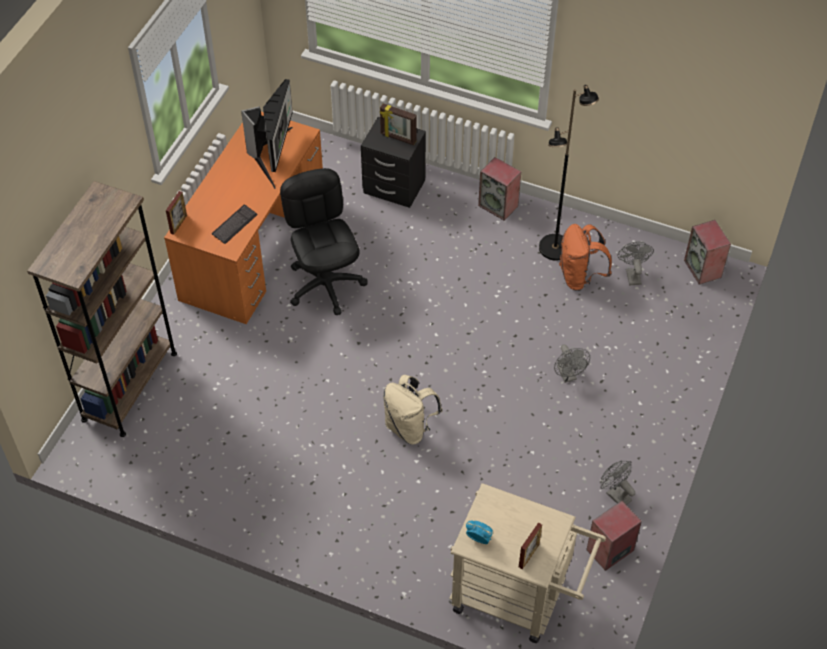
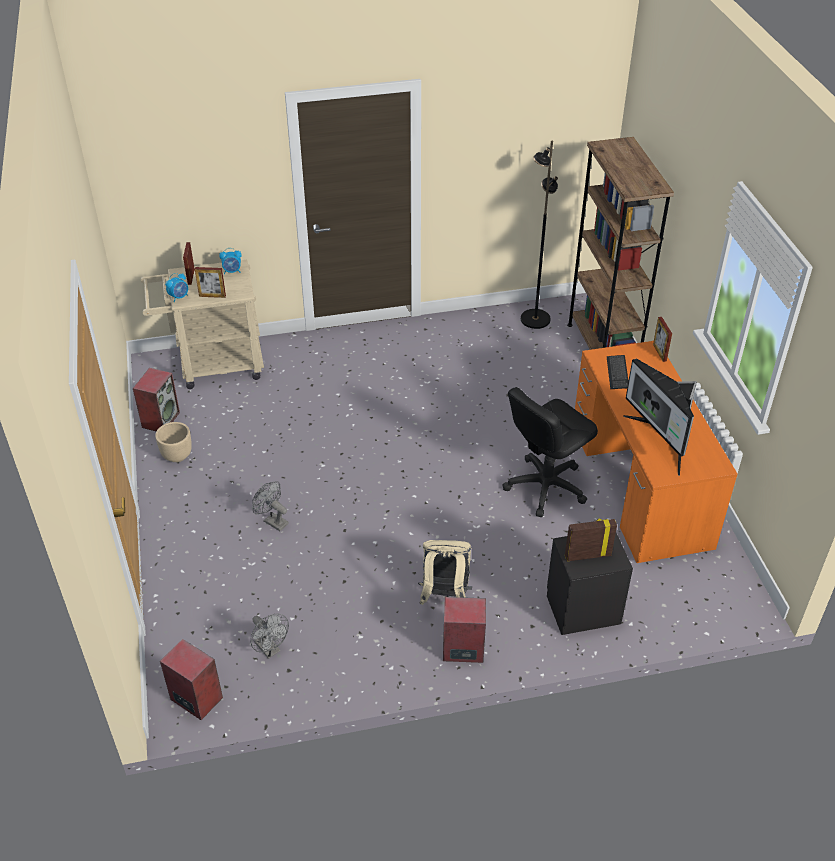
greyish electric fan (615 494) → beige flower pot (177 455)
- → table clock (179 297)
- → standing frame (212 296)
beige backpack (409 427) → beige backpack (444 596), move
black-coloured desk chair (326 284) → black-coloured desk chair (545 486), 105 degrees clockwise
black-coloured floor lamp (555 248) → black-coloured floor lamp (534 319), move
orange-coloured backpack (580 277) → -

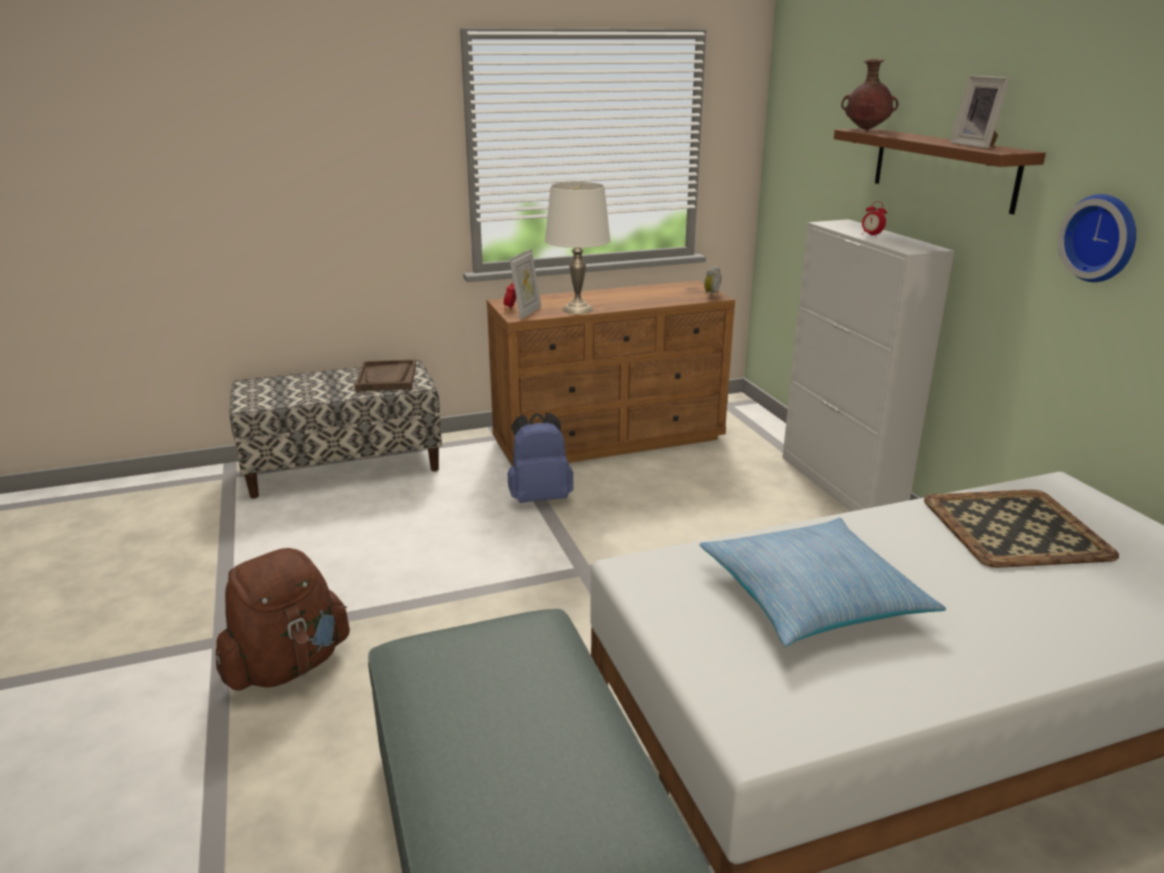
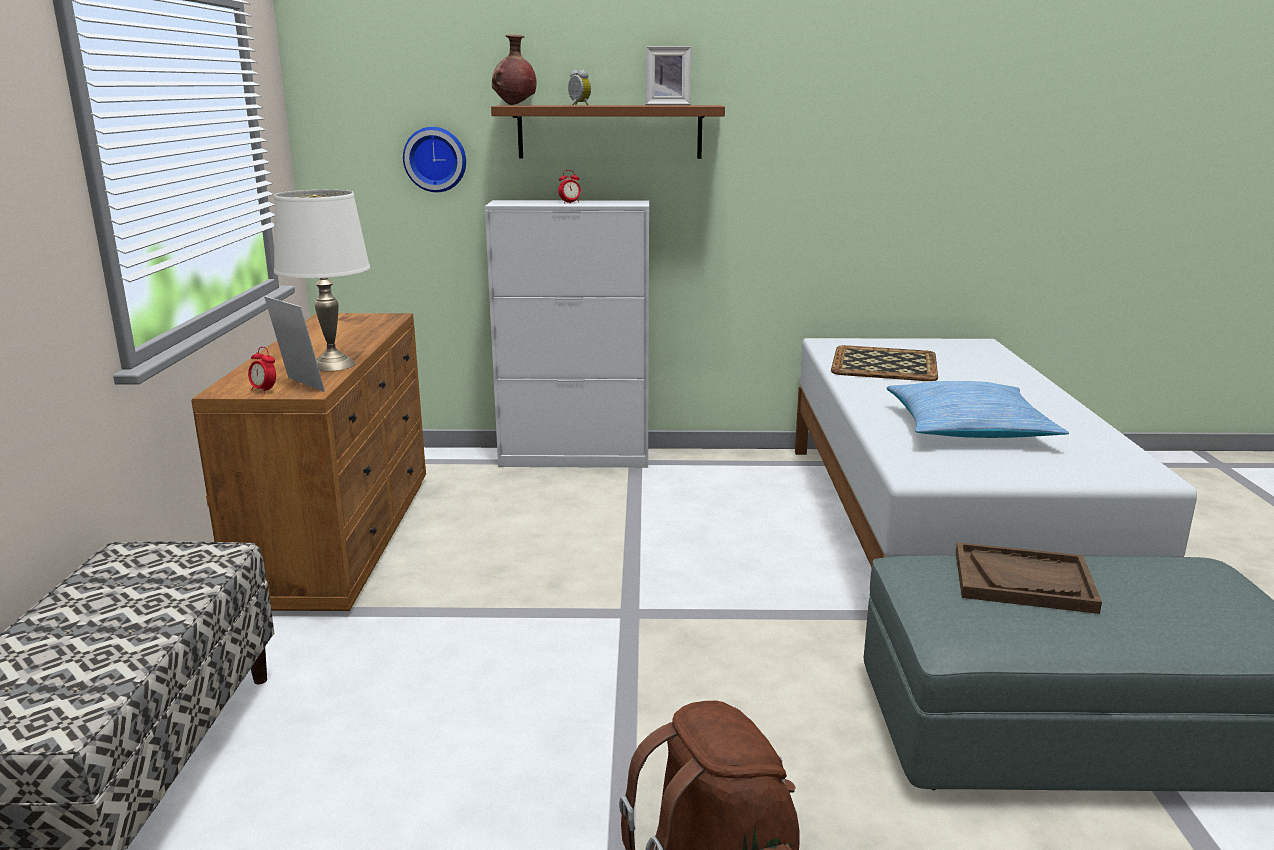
clock on the wall (1102 238) → clock on the wall (435 159), move
table clock (710 294) → table clock (578 105), move
brownish carrying tray (387 377) → brownish carrying tray (1023 581), move
bluish backpack (539 497) → -

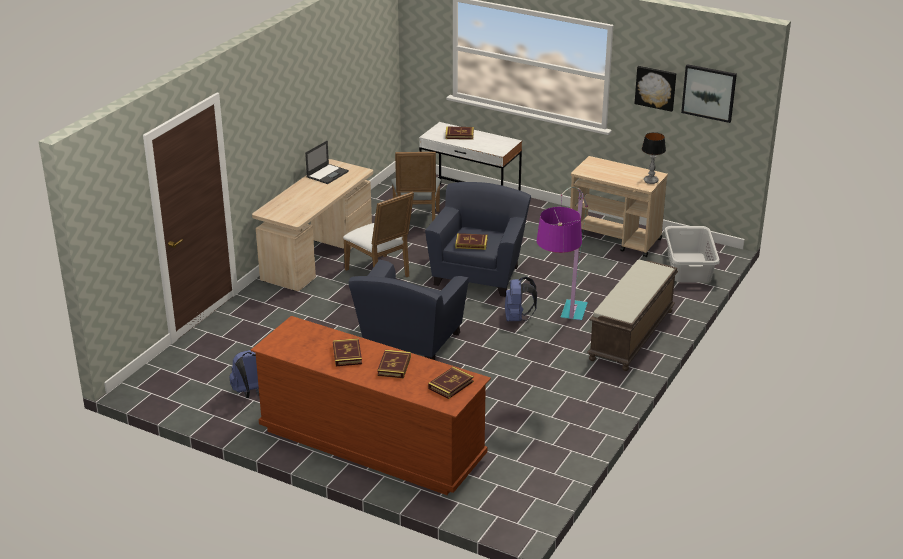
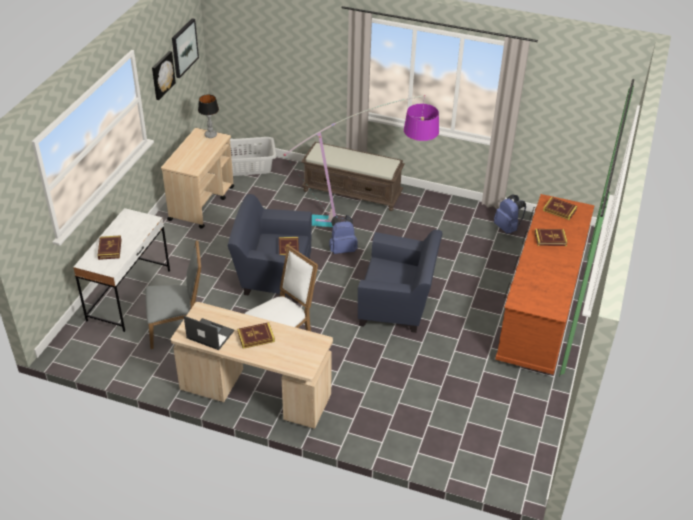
bound book (347 354) → bound book (256 337), move
bluish backpack (250 392) → bluish backpack (507 228), move

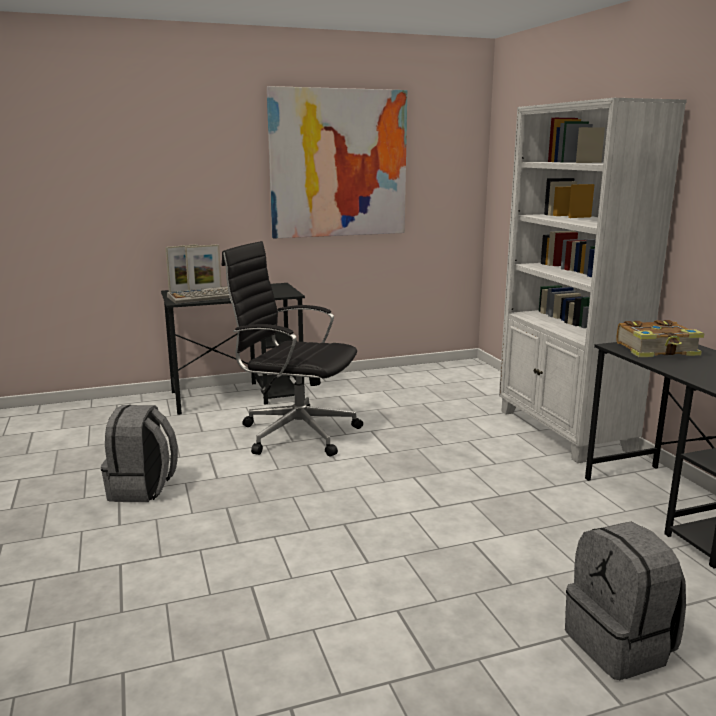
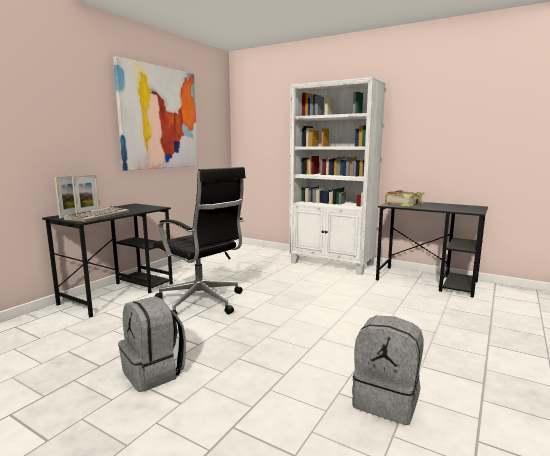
black-coloured desk chair (295 433) → black-coloured desk chair (202 302), 120 degrees counterclockwise
greyish backpack (620 645) → greyish backpack (386 401), move

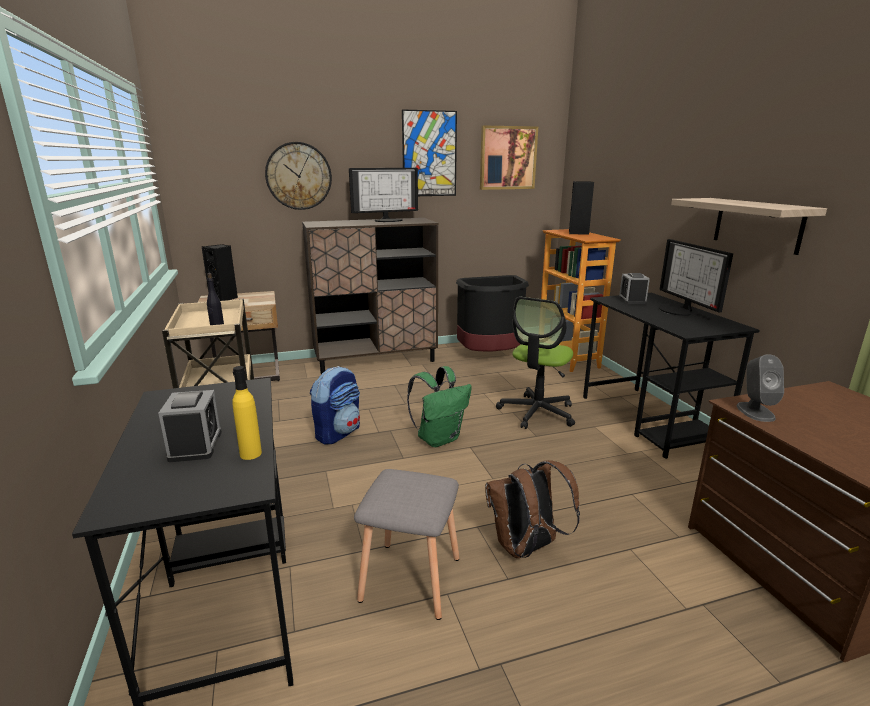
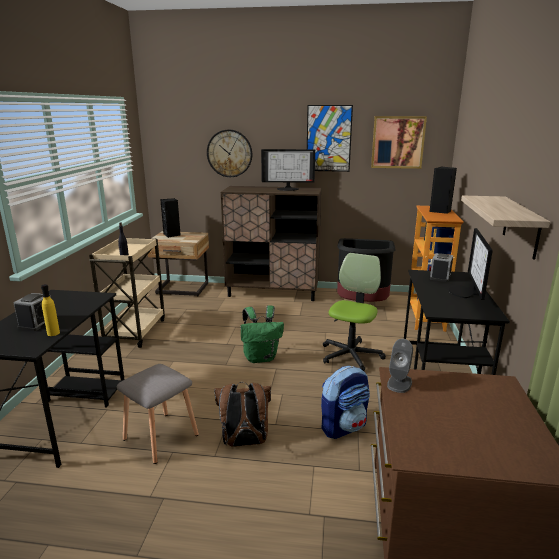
backpack (338 433) → backpack (344 426), move
desk chair (537 412) → desk chair (351 355), 150 degrees clockwise

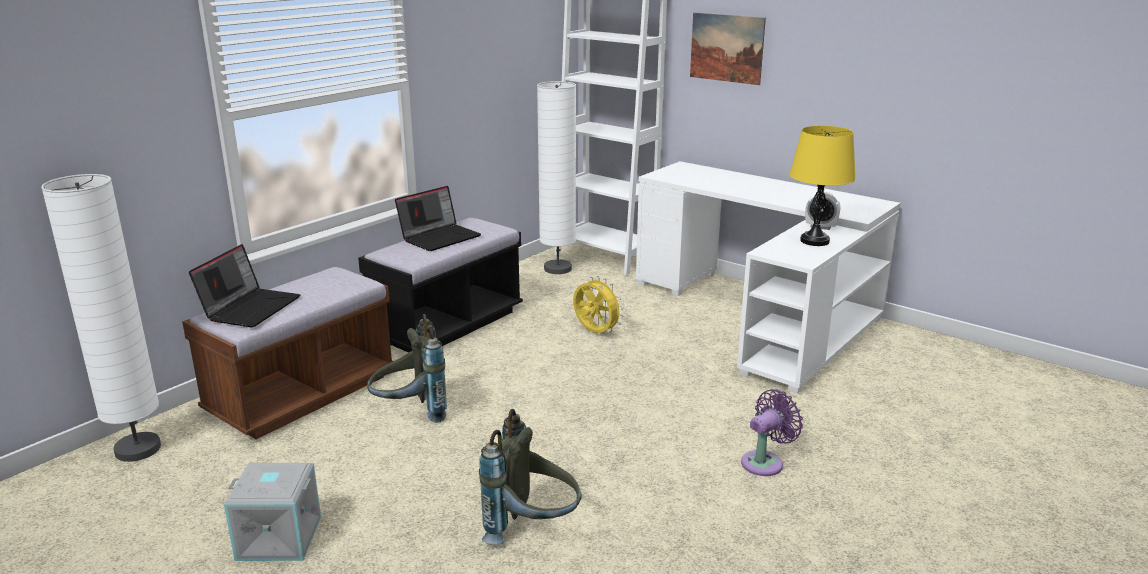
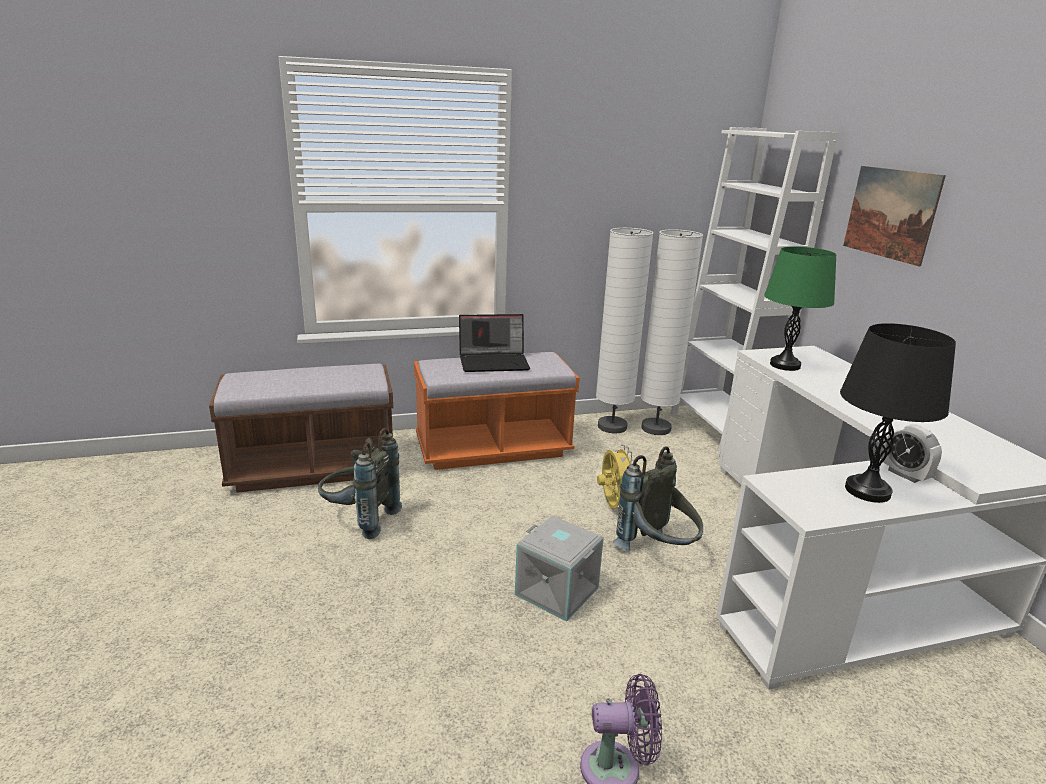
black-coloured indoor bench (447 325) → orange-coloured indoor bench (493 449)
greyish storage container (280 537) → greyish storage container (558 590), move
whitish floor lamp (138 449) → whitish floor lamp (612 427), move
greyish backpack (533 530) → greyish backpack (658 552), move
- → green-coloured lamp for a table (785 365)
yellow lamp for a table (814 241) → black-coloured lamp for a table (867 491)
laptop (250 307) → -

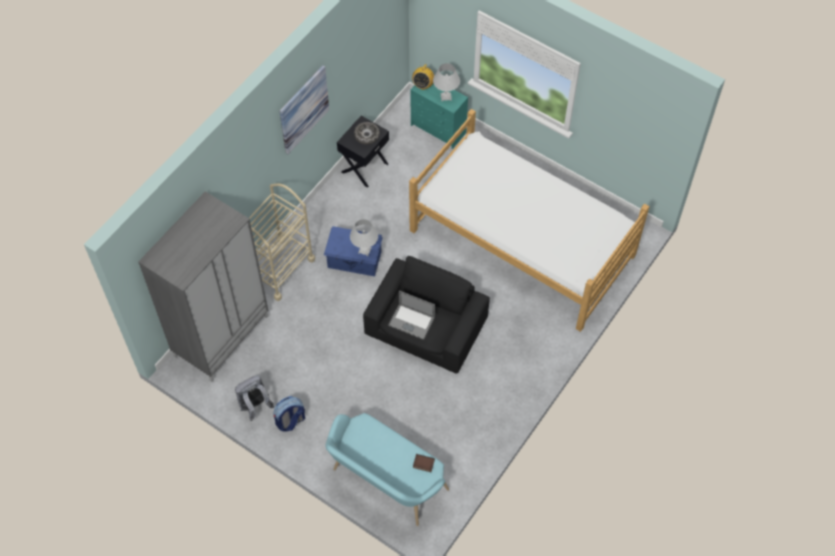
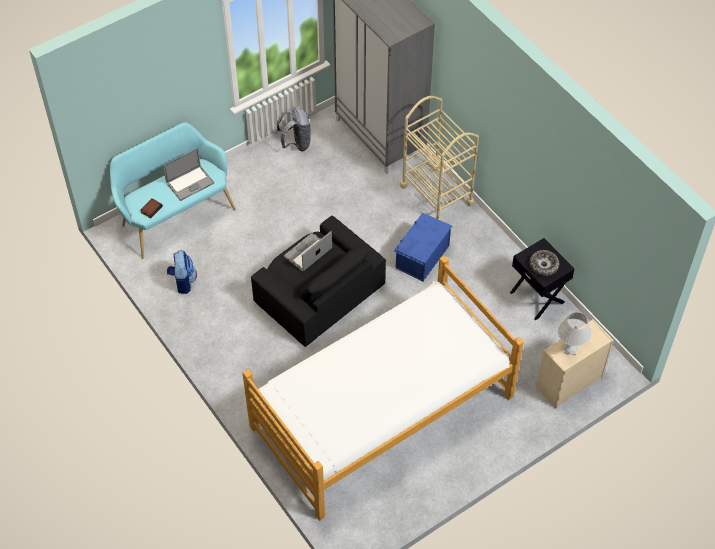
- → laptop (190 183)
backpack (290 421) → backpack (183 281), move
turquoise dresser (439 129) → beige dresser (568 383)
wall art (303 109) → -
whitish lamp for a table (365 250) → -
radio receiver (423 85) → -

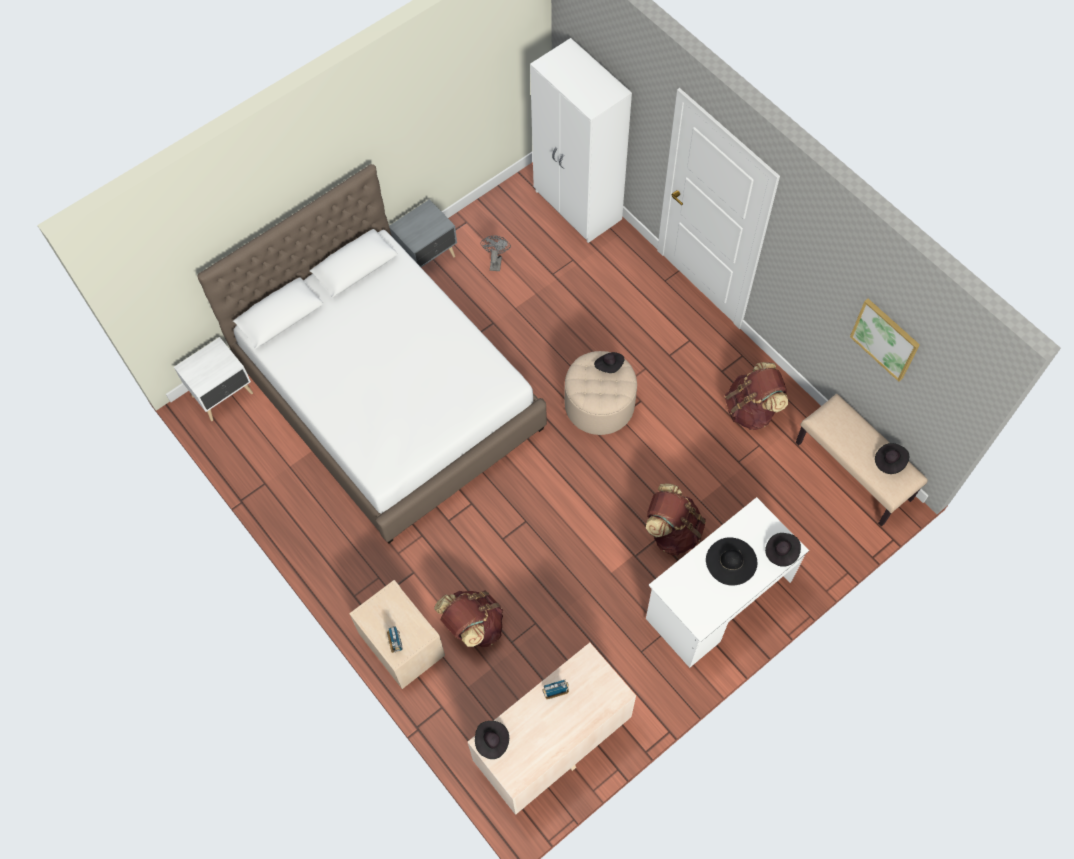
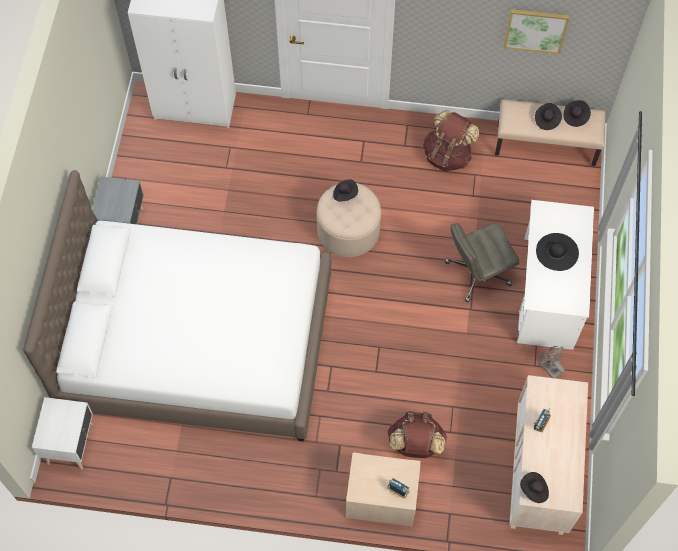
brownish backpack (672 531) → greyish desk chair (477 273)
black-coloured wearable hat (781 552) → black-coloured wearable hat (546 120), move
greyish electric fan (495 261) → greyish electric fan (549 368), move

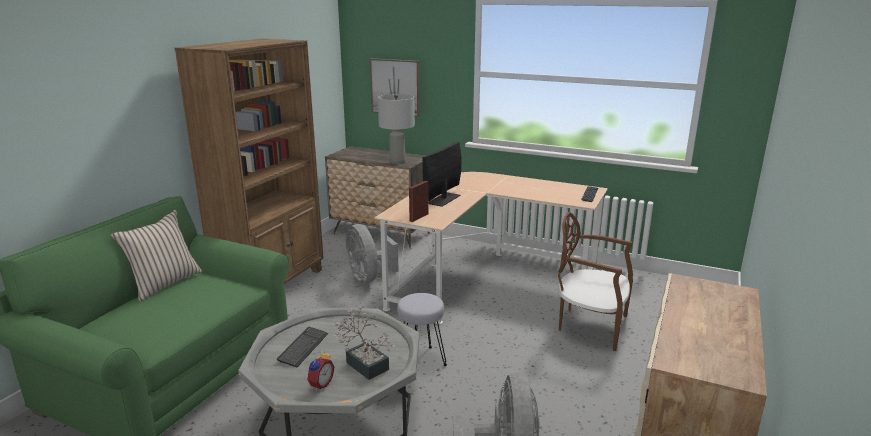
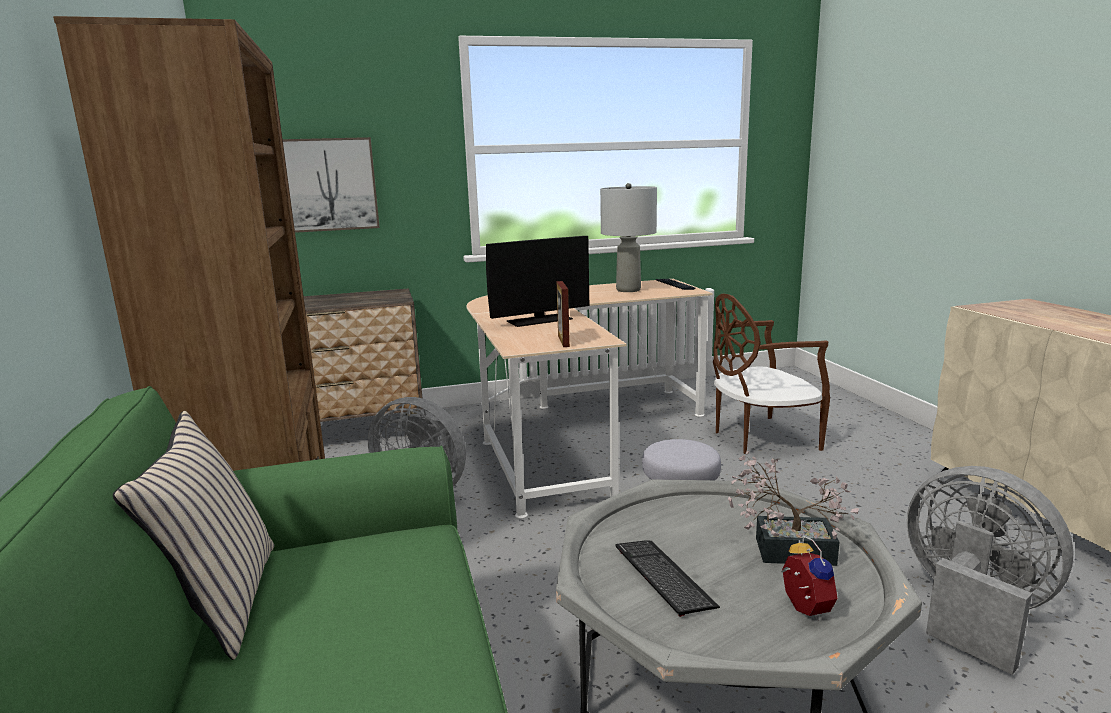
computer display (444 199) → computer display (539 320), 105 degrees counterclockwise
greyish lamp for a table (397 161) → greyish lamp for a table (628 290), move

